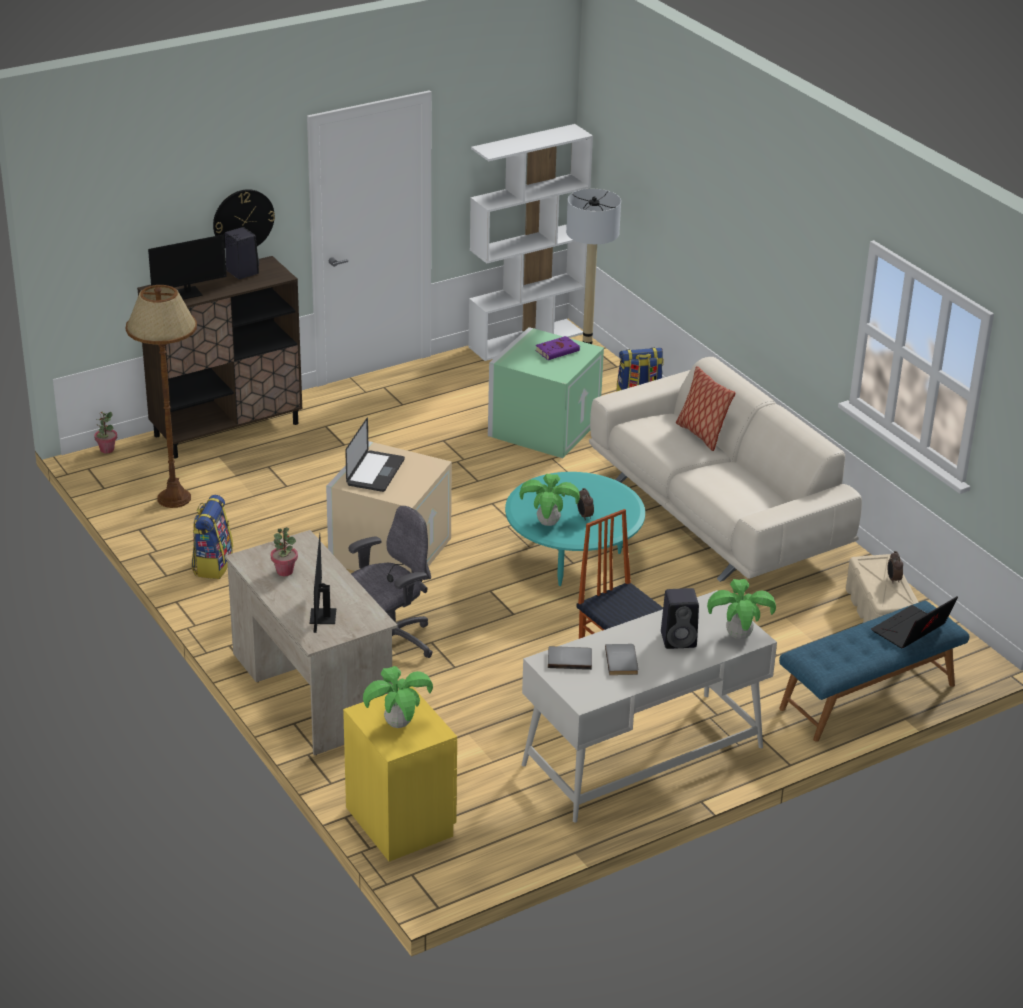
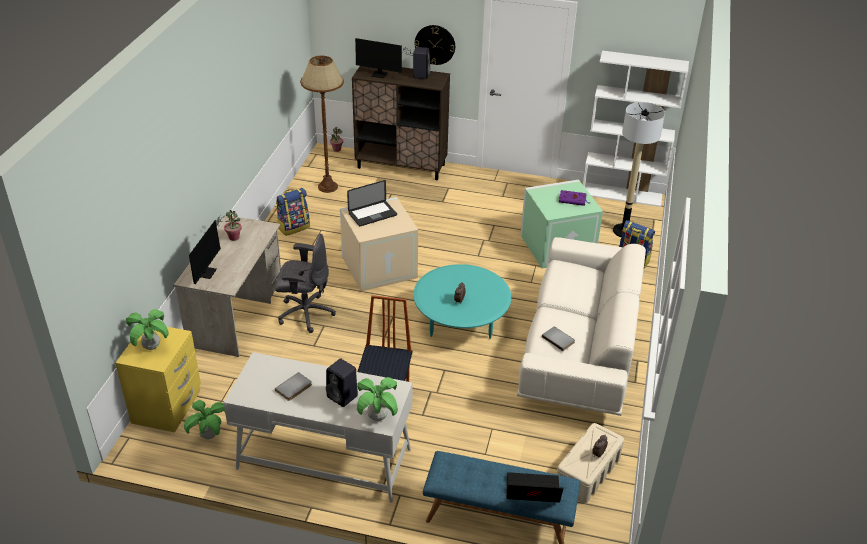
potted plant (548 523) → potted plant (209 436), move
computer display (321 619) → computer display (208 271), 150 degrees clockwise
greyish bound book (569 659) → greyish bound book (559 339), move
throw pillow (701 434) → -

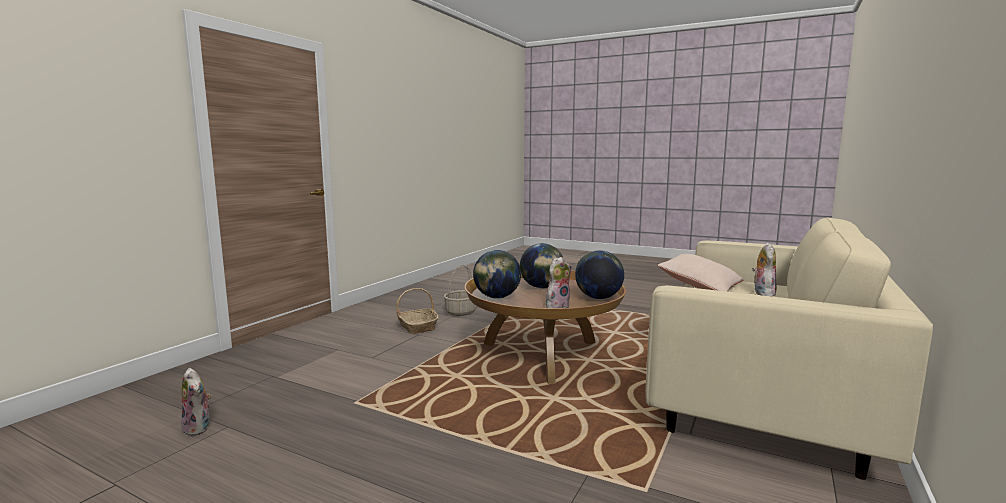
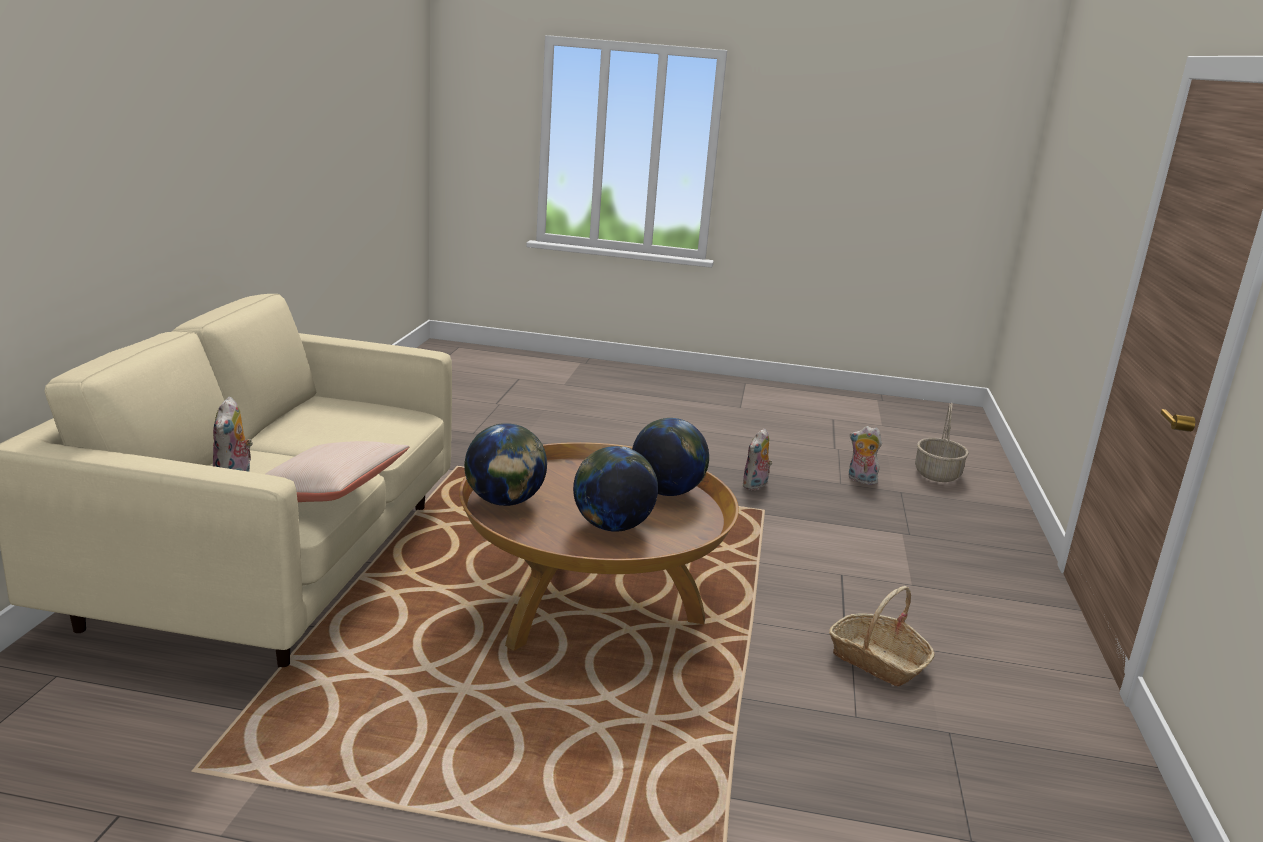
cuddly toy (557 307) → cuddly toy (755 486), move
storage basket (461 312) → storage basket (937 474), move

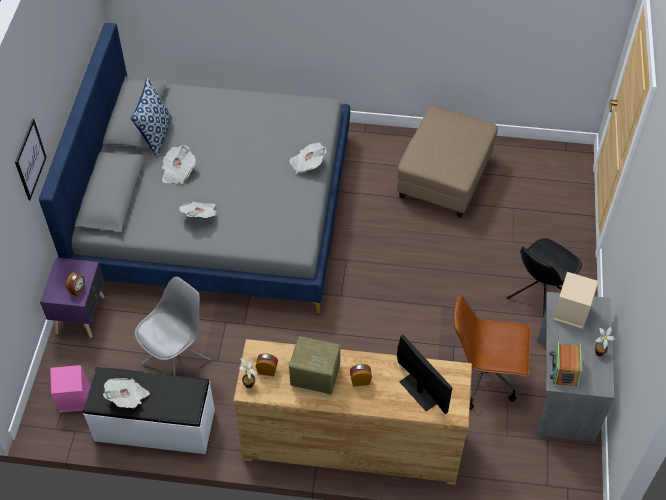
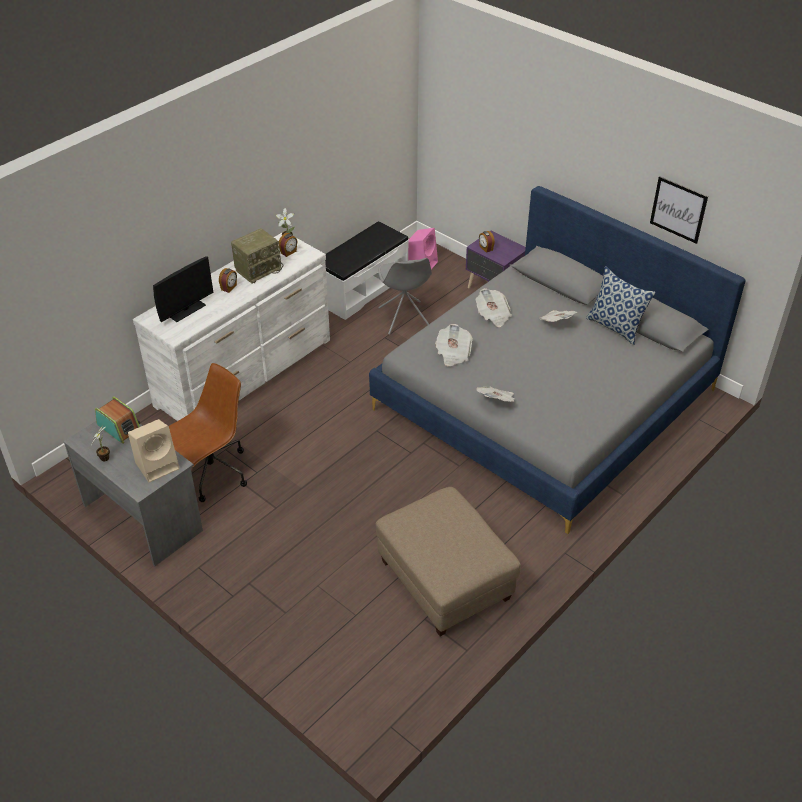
brownish dresser (351 441) → whitish dresser (245 372)
computer display (419 391) → computer display (186 310), 45 degrees counterclockwise
newspaper (128 398) → newspaper (453 353), move
wall art (30 159) → wall art (678 209), move
black-coloured upright chair (538 298) → -

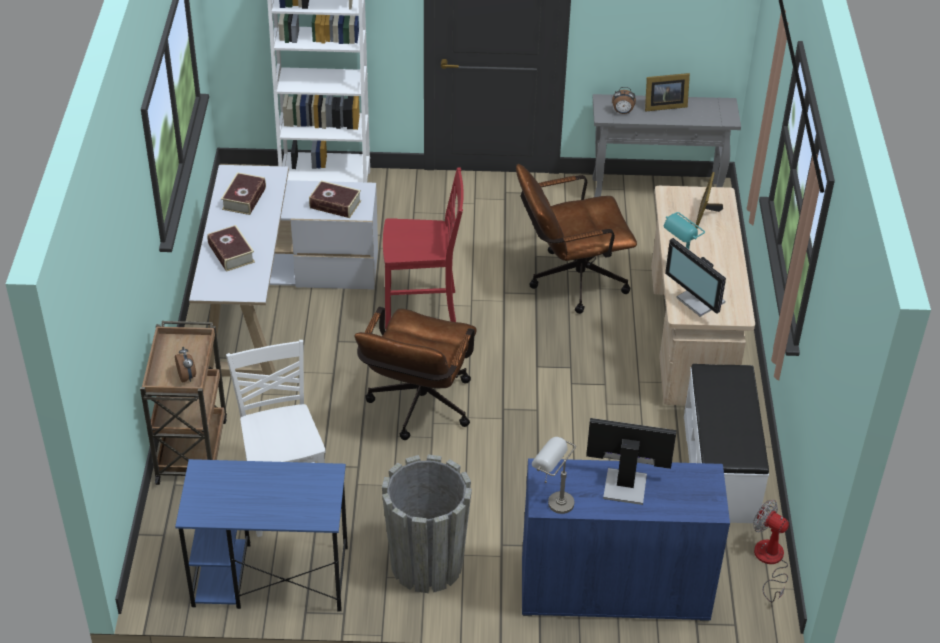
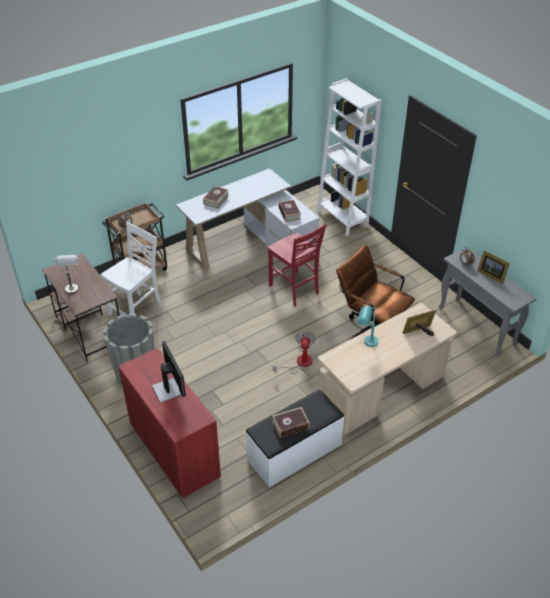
bluish desk unit (269 577) → brownish desk unit (89 330)
greyish lamp for a table (552 500) → greyish lamp for a table (71 286), move
bluish cupboard (614 589) → red-coloured cupboard (174 449)
electric fan (769 561) → electric fan (299 363), move
bound book (244 199) → bound book (290 425), move
brownish desk chair (418 409) → -
computer display (699 301) → -

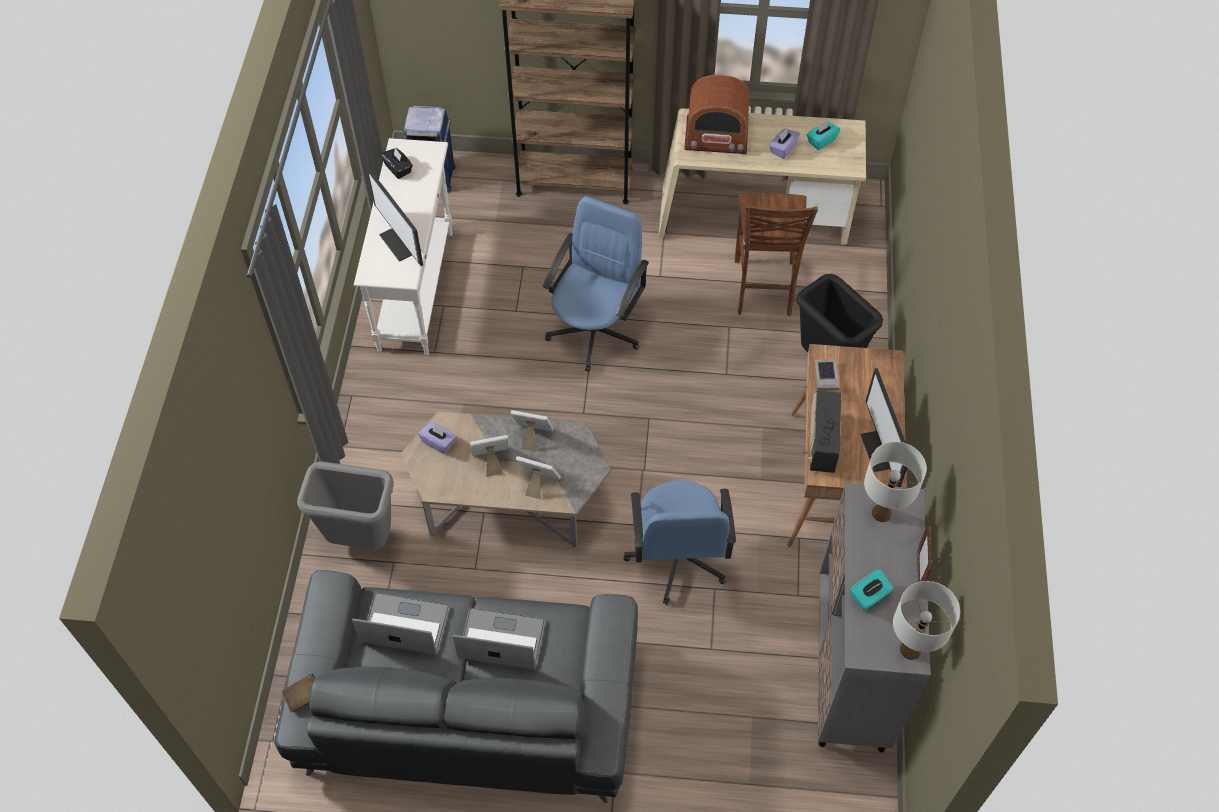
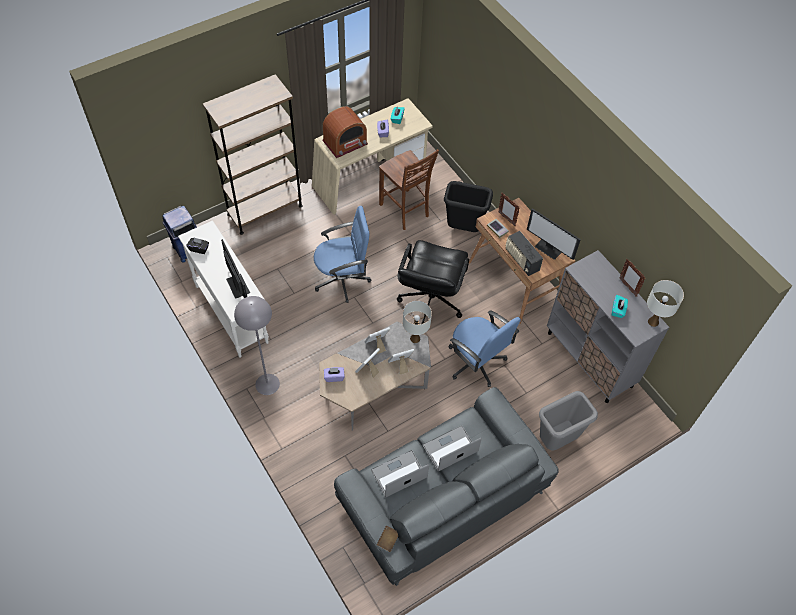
computer display (401 242) → computer display (237 286), 135 degrees counterclockwise
- → greyish floor lamp (267 384)
bluish desk chair (595 331) → bluish desk chair (342 279), 90 degrees clockwise
- → black-coloured desk chair (430 301)
whitish lamp for a table (881 513) → whitish lamp for a table (415 338), move
- → standing frame (506 219)
greyish trash can (360 539) → greyish trash can (556 440), move

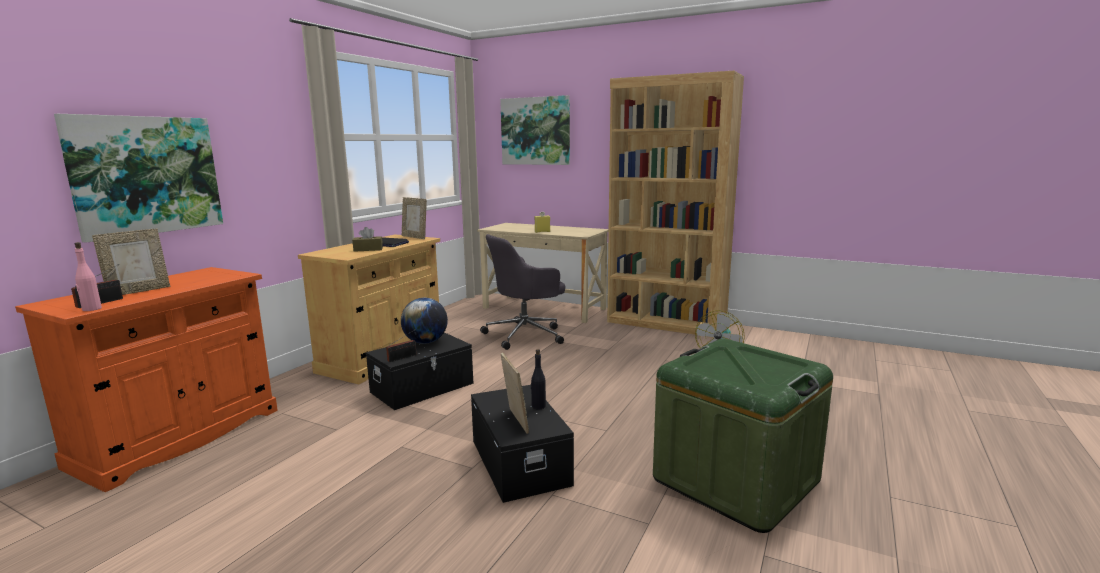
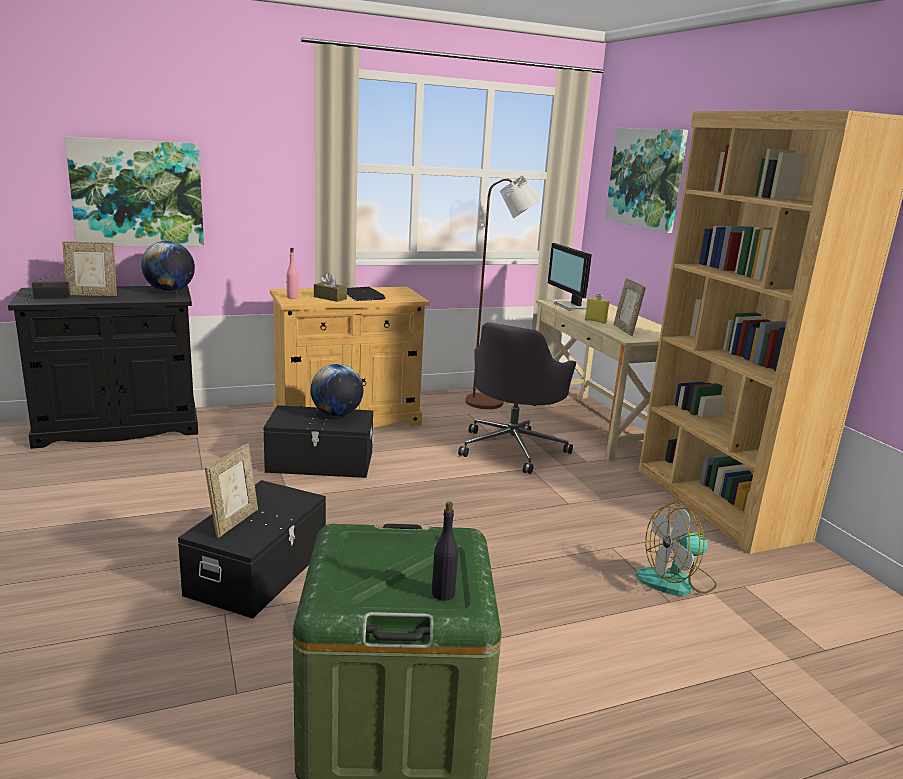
orange-coloured cupboard (179 437) → black-coloured cupboard (118 428)
- → world globe (170 291)
pink beverage bottle (91 309) → pink beverage bottle (292 297), move
black-coloured beverage bottle (538 406) → black-coloured beverage bottle (443 593), move
greyish desk chair (526 335) → greyish desk chair (513 448), 75 degrees counterclockwise
- → brownish floor lamp (492 403)
- → computer display (574 307)
standing frame (415 237) → standing frame (625 330), move
radio receiver (404 357) → -

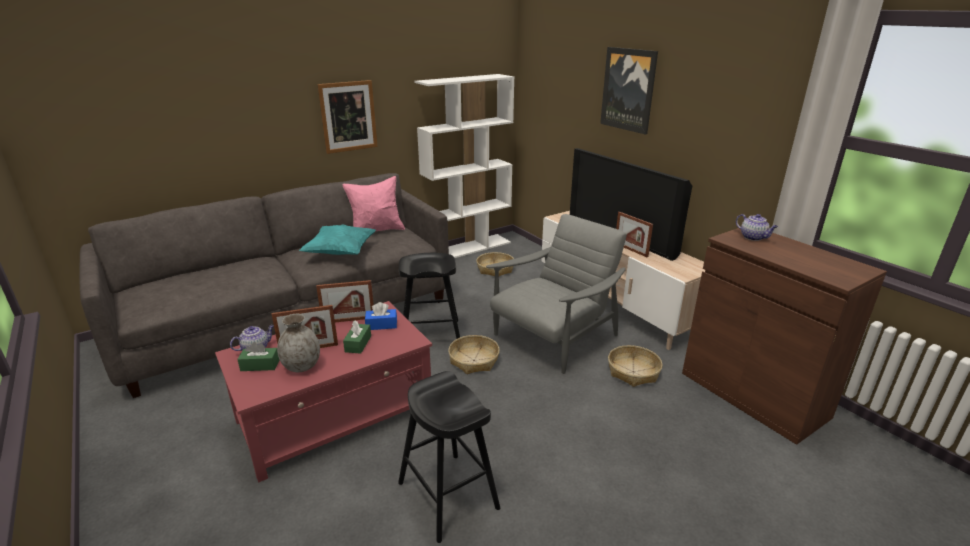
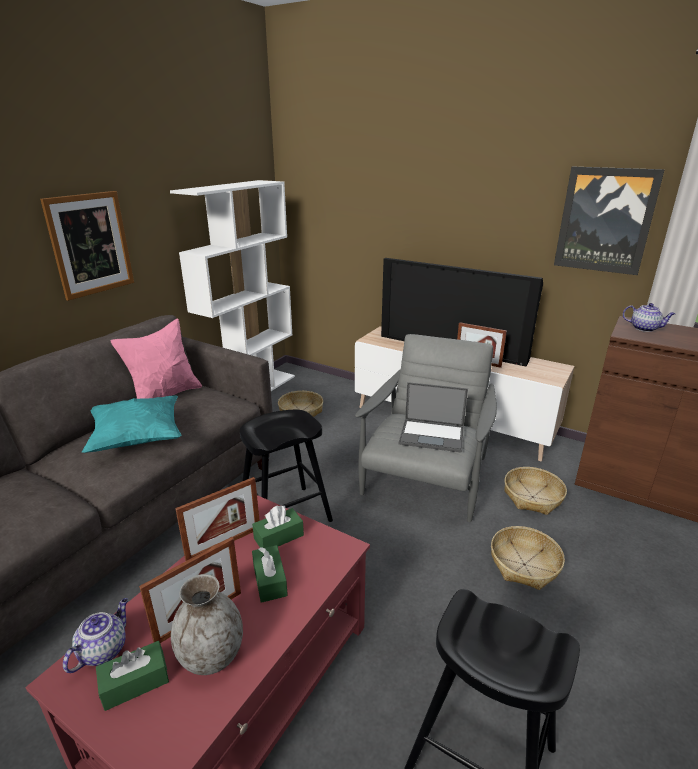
bluish box of tissues (381 325) → green-coloured box of tissues (278 537)
- → laptop (433 435)
storage basket (474 360) → storage basket (524 564), move
wall art (628 89) → wall art (605 220), move

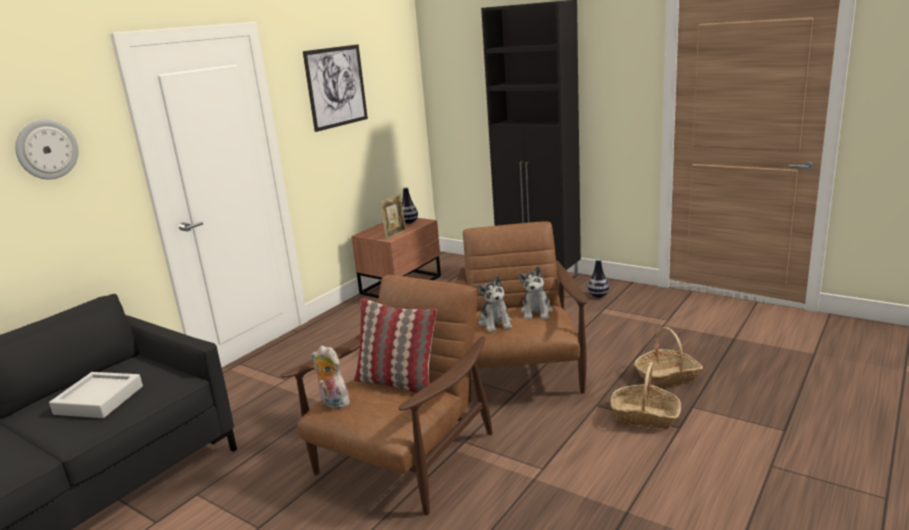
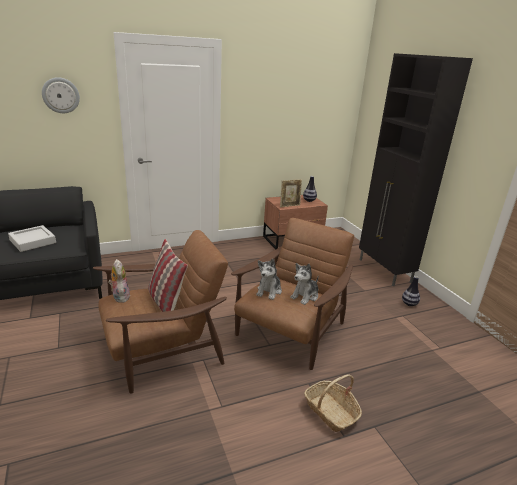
wall art (336 87) → -
storage basket (667 377) → -

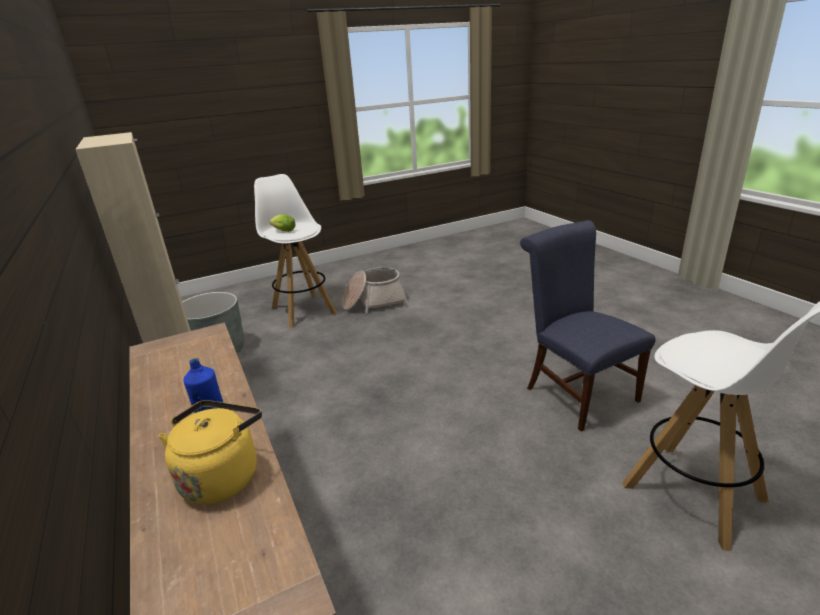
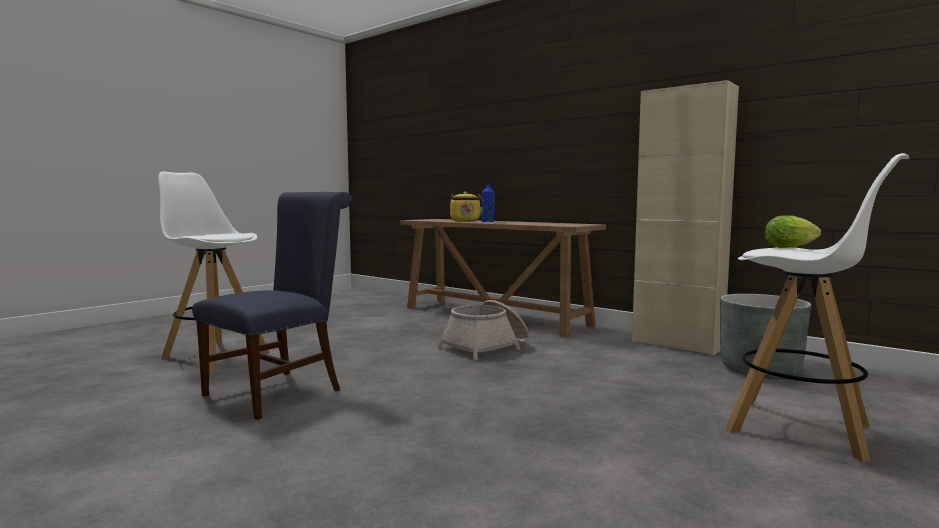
bluish upright chair (576 391) → bluish upright chair (280 390), 90 degrees counterclockwise
storage basket (374 302) → storage basket (486 347), move

